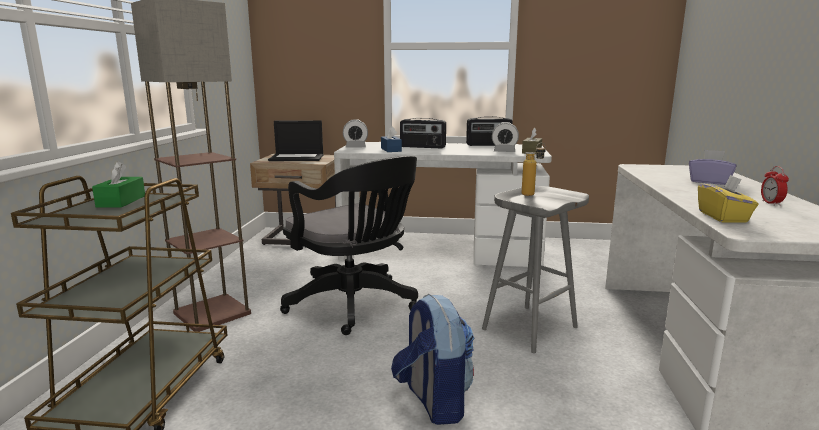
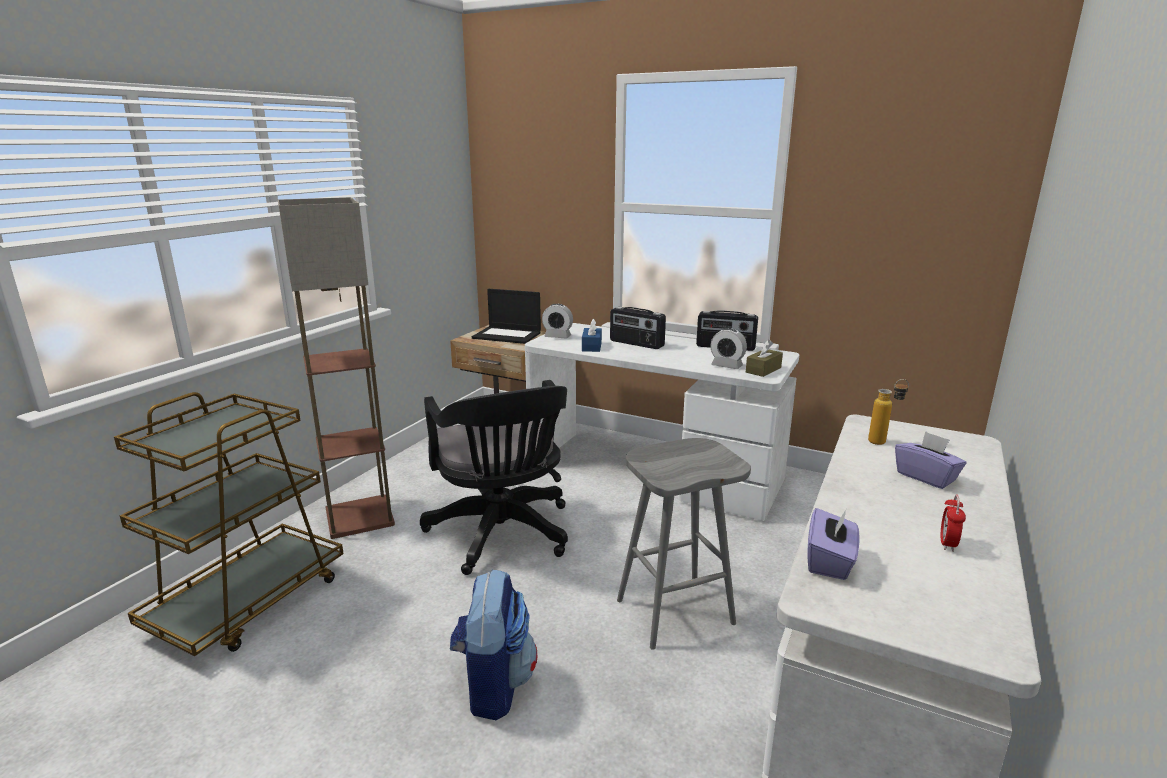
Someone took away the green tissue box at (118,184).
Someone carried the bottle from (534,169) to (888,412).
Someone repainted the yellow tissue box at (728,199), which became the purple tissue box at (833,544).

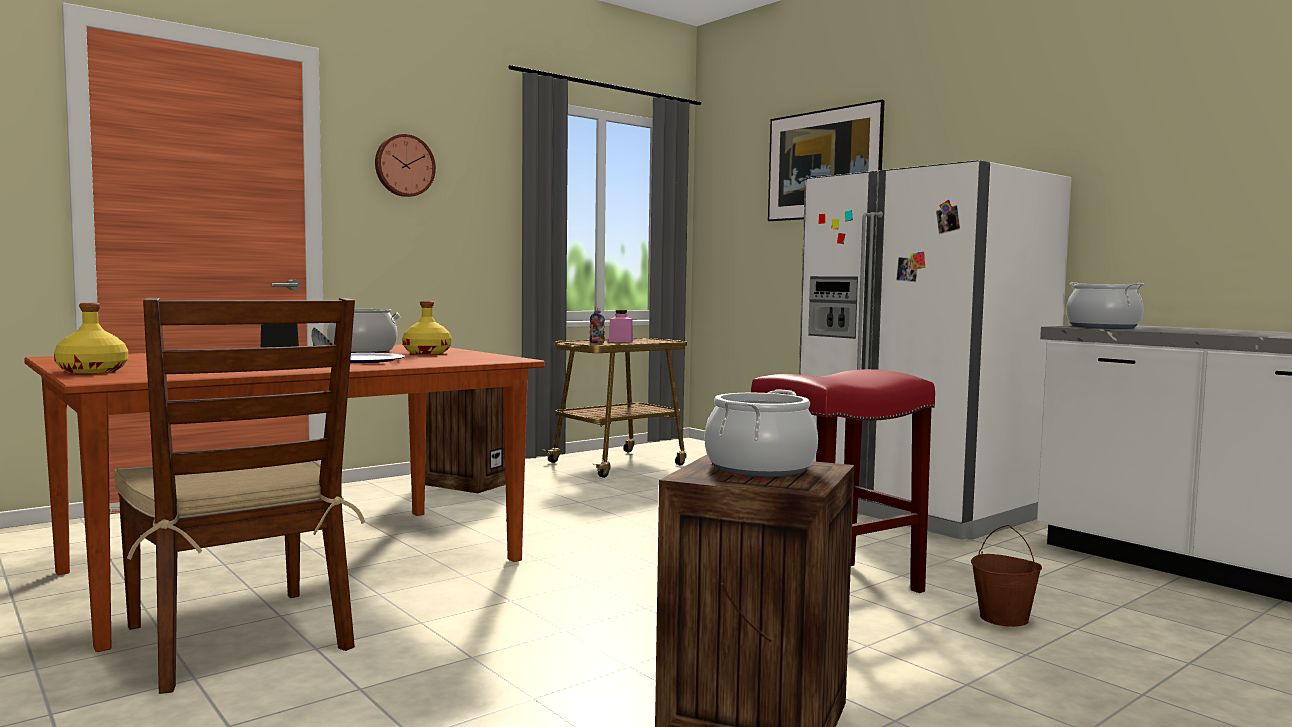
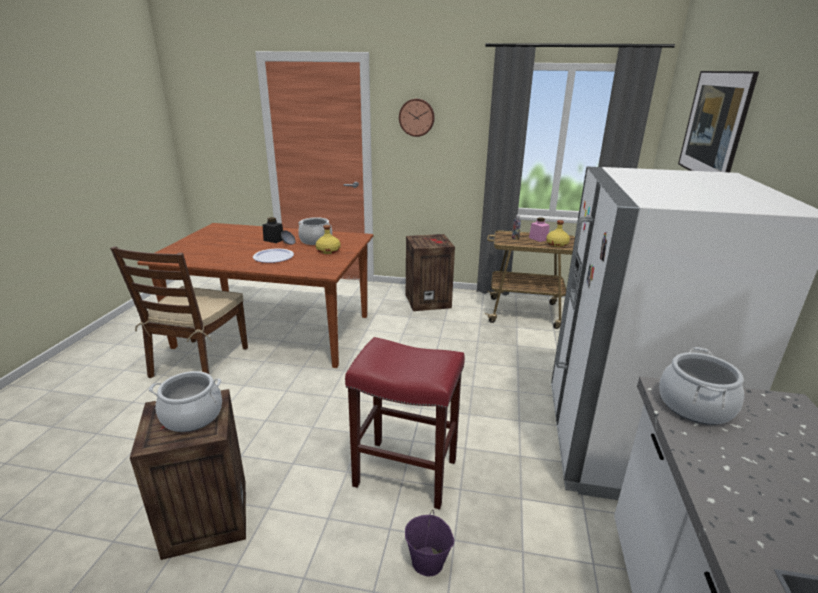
Someone carried the yellow bottle from (91,338) to (558,233).
Someone repainted the brown bucket at (1006,576), which became the purple bucket at (429,543).

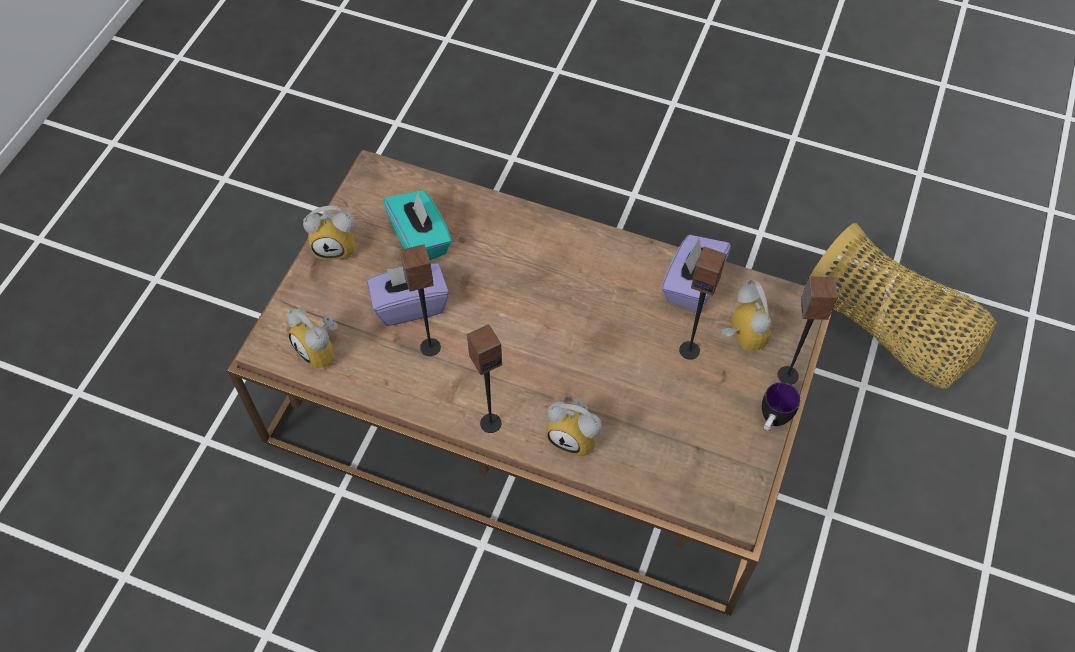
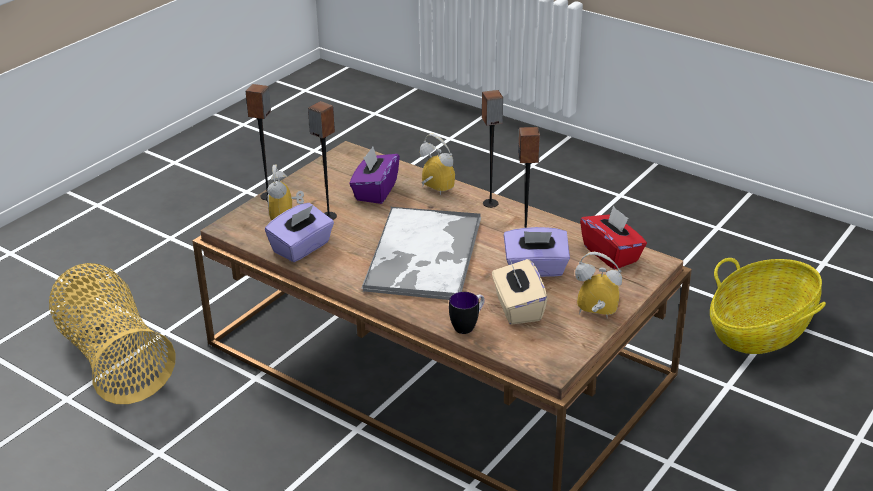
Someone swapped the alarm clock at (313,338) for the red tissue box at (613,237).
Someone repainted the turquoise tissue box at (417,225), which became the beige tissue box at (520,292).
Someone carried the mug from (781,406) to (467,313).
Someone put down the purple tissue box at (375,175).
Someone put down the tray at (421,253).
Someone put down the basket at (768,306).

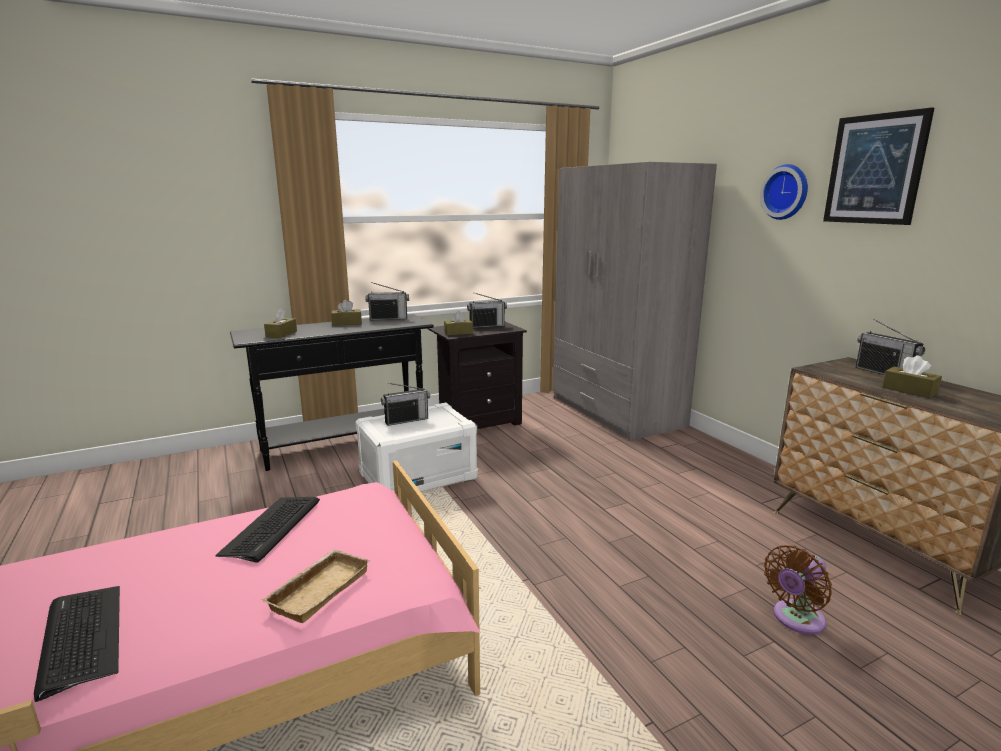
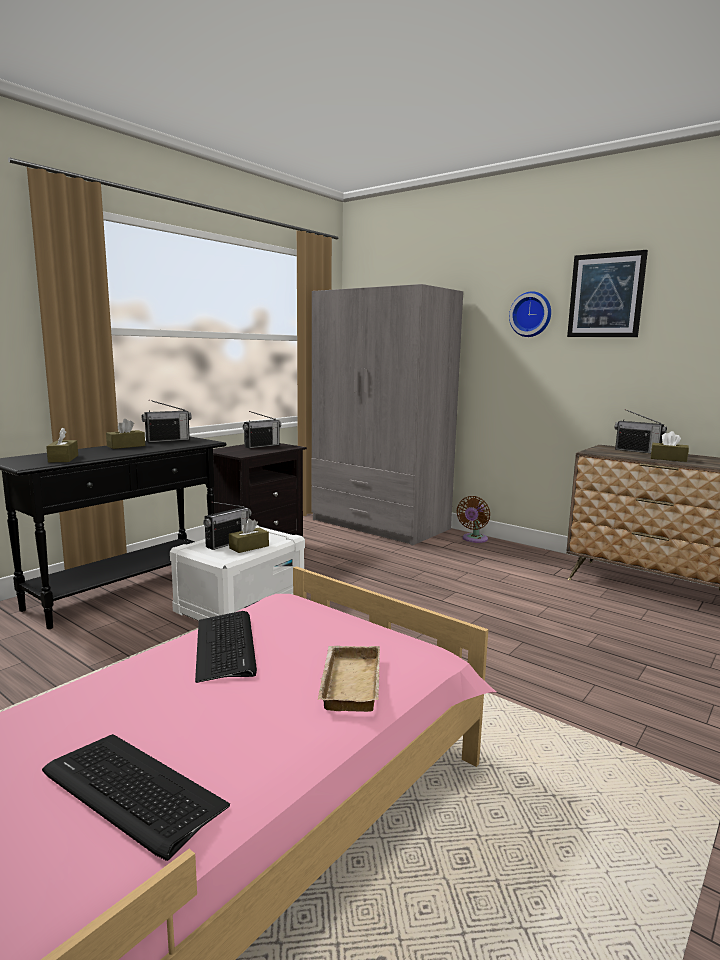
Someone carried the brown tissue box from (458,323) to (249,536).
Someone carried the brown fan from (798,590) to (473,519).

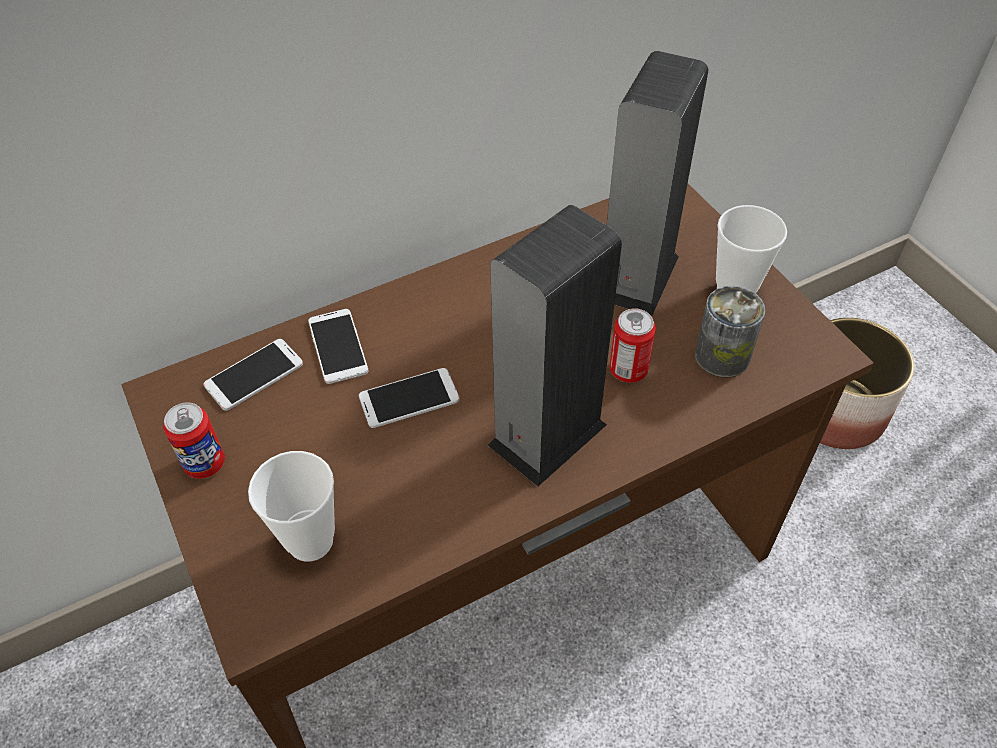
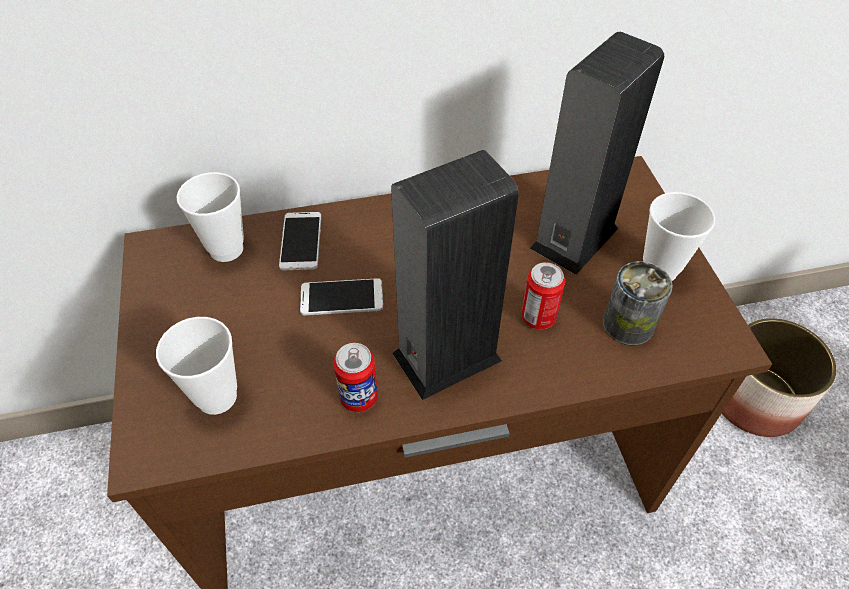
Someone carried the can from (194,440) to (355,377).
Someone swapped the phone at (253,375) for the cup at (210,217).

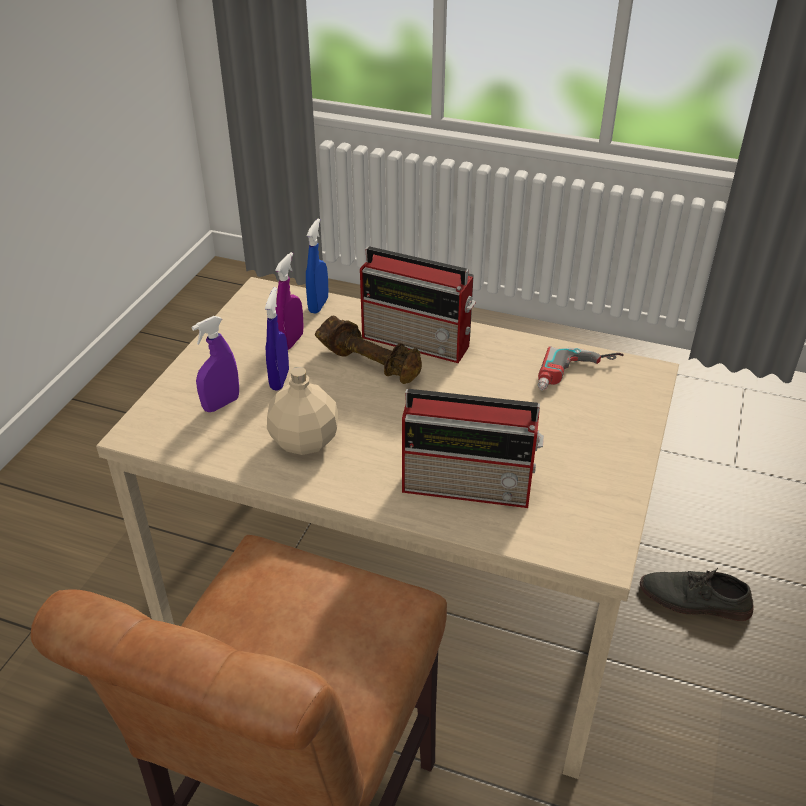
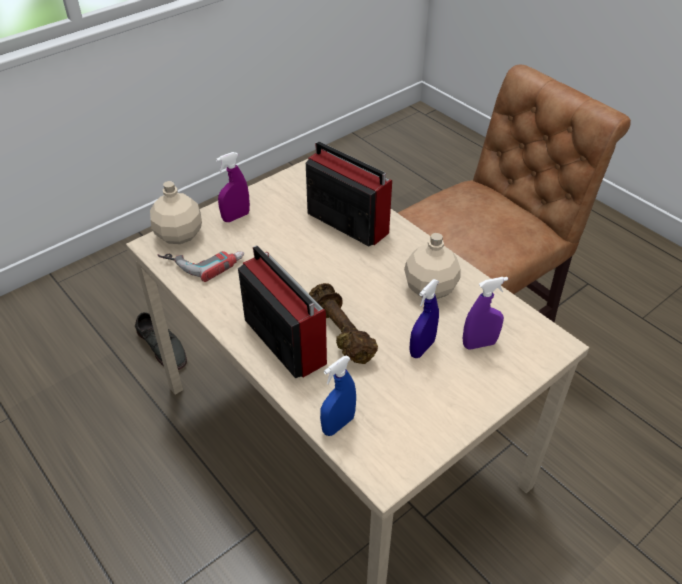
Someone carried the purple spray bottle from (289,301) to (233,187).
Someone put down the beige bottle at (176,212).

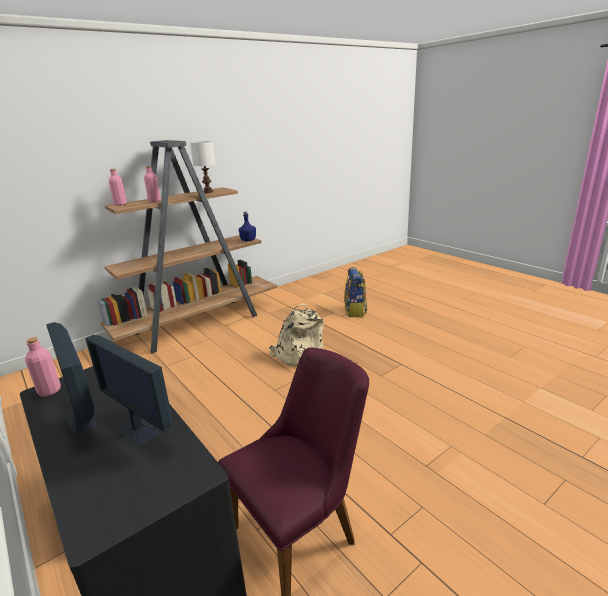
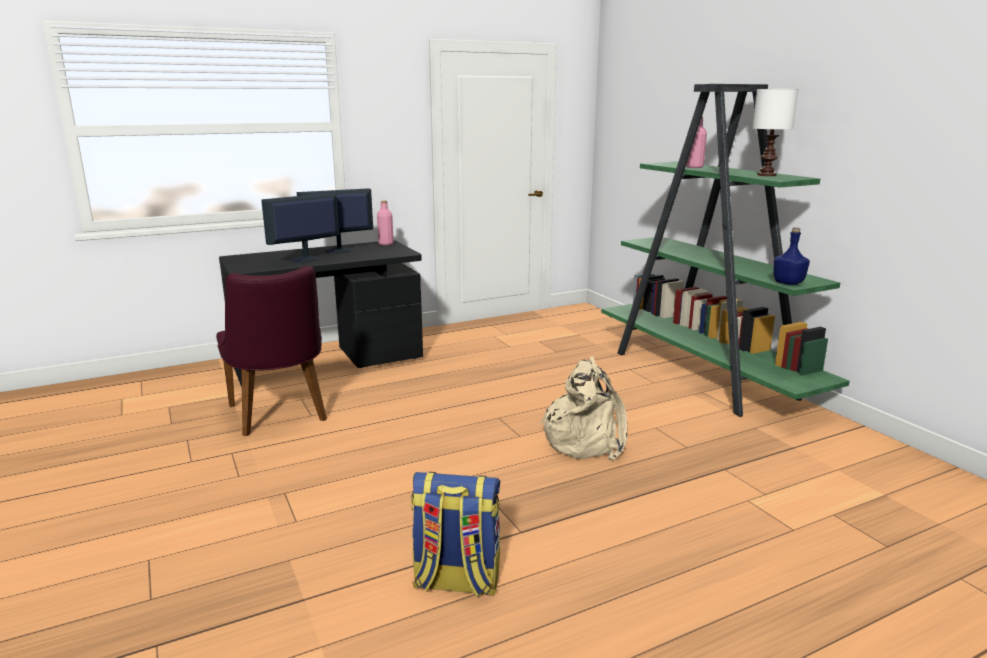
Someone repainted the brown bookcase at (187,247), which became the green bookcase at (725,250).
Someone took away the pink bottle at (118,187).
Someone carried the backpack from (356,292) to (455,534).

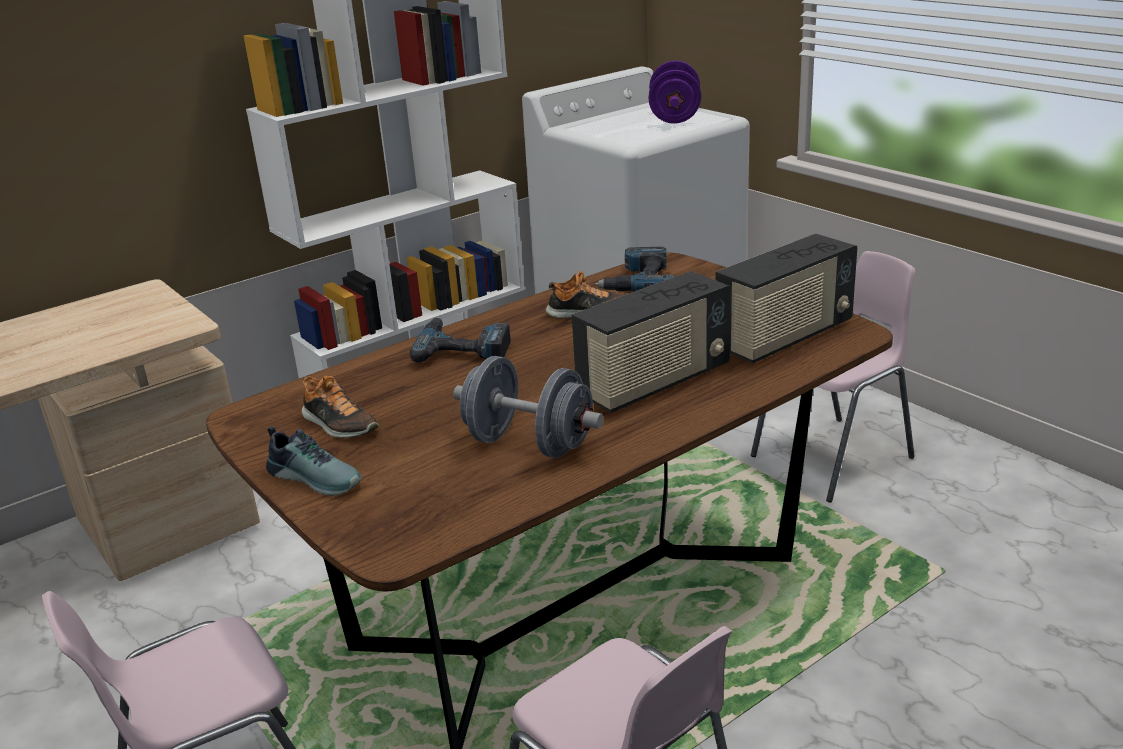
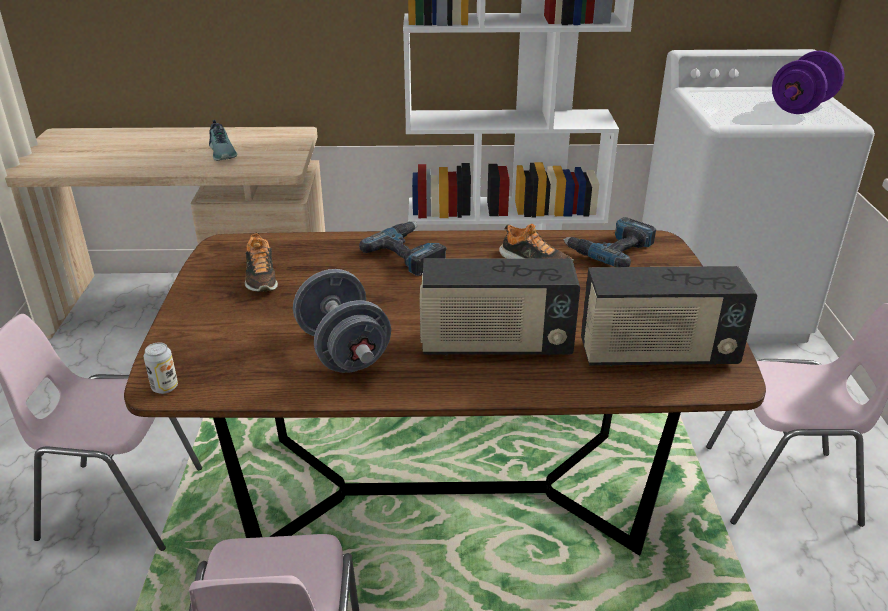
Someone carried the shoe from (314,461) to (223,140).
Someone put down the can at (161,368).

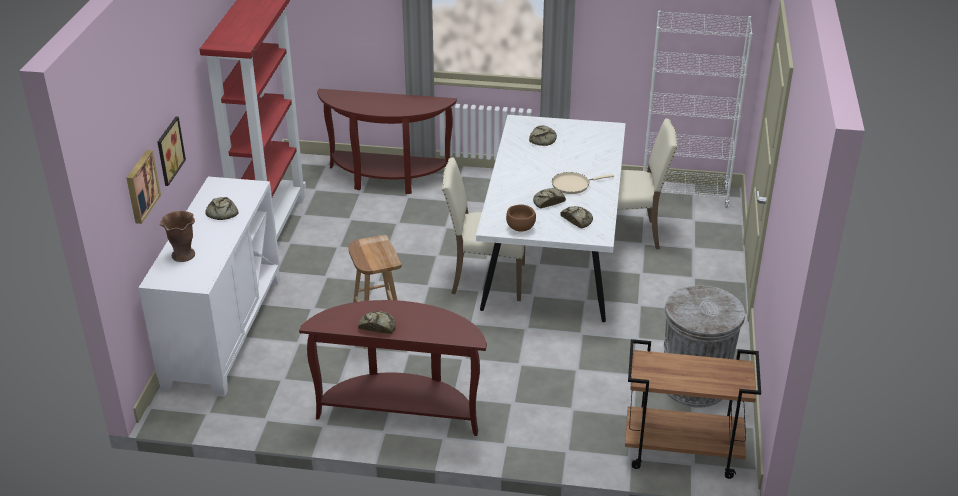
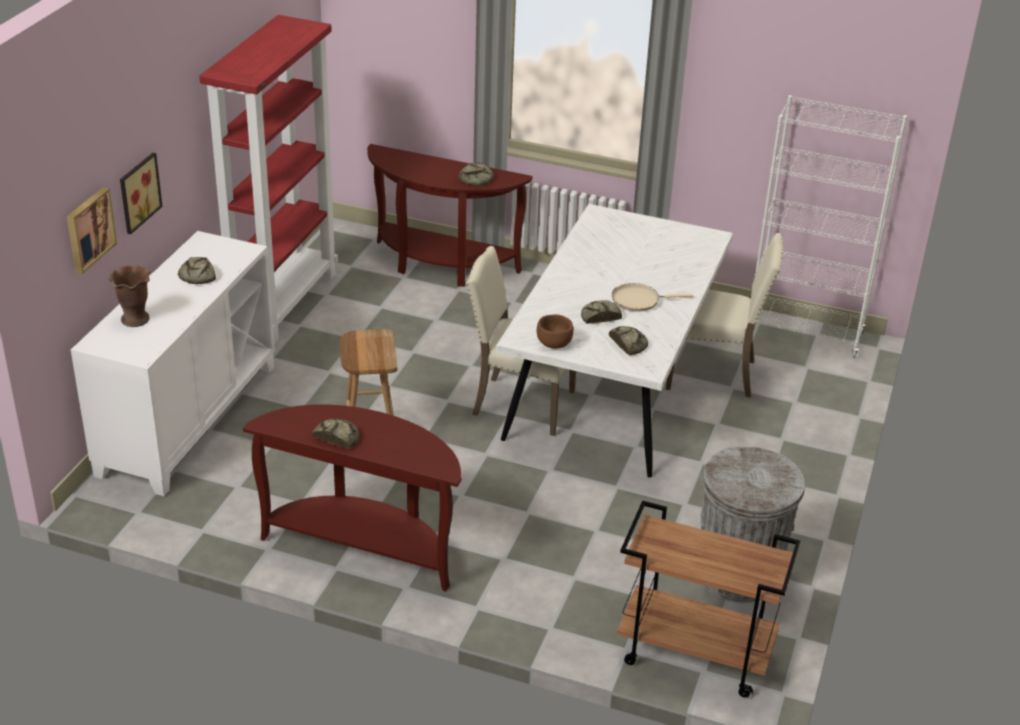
Someone carried the bread from (543,136) to (476,174).

